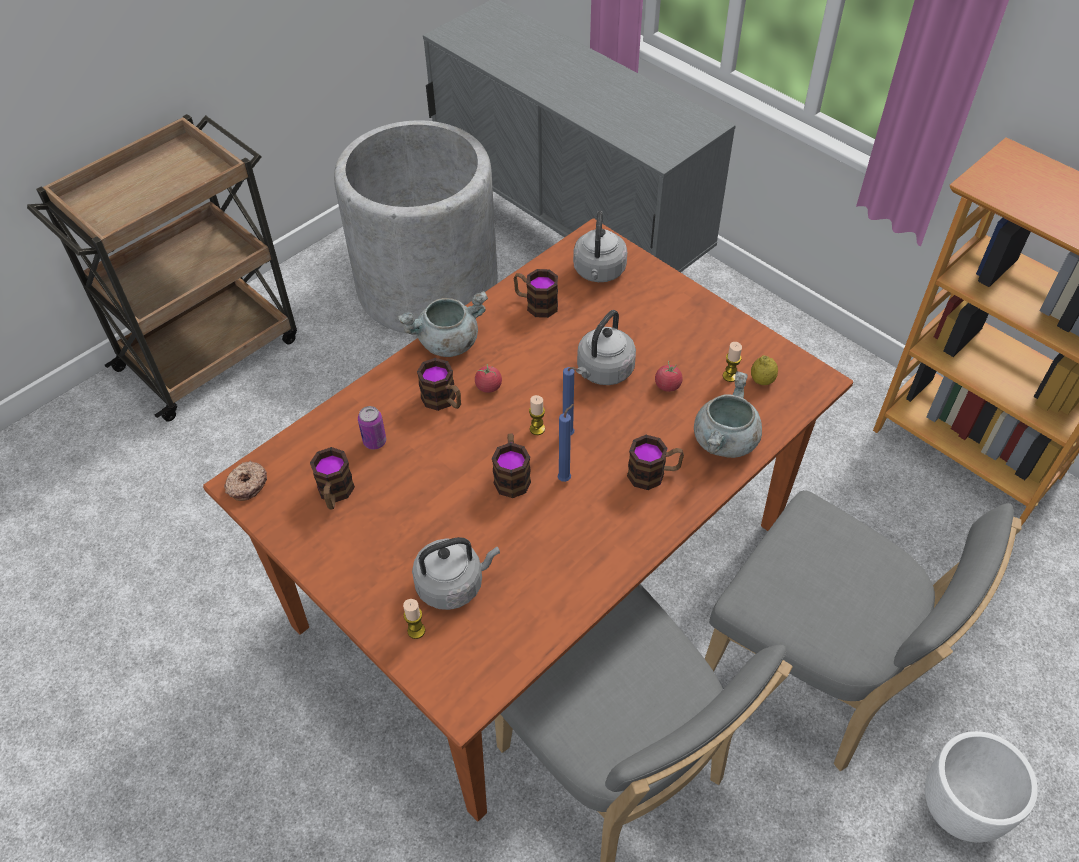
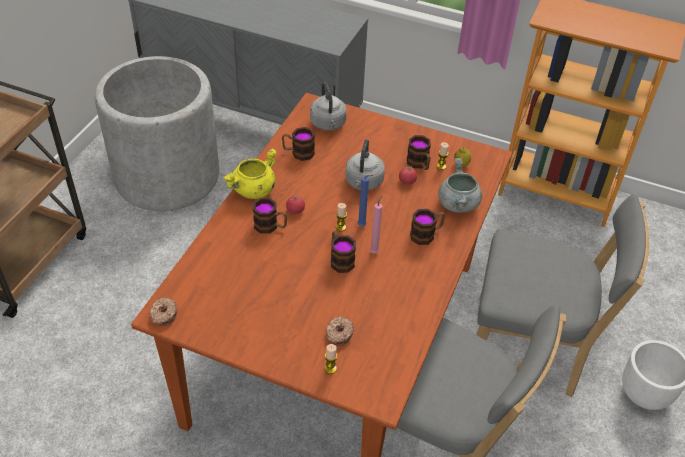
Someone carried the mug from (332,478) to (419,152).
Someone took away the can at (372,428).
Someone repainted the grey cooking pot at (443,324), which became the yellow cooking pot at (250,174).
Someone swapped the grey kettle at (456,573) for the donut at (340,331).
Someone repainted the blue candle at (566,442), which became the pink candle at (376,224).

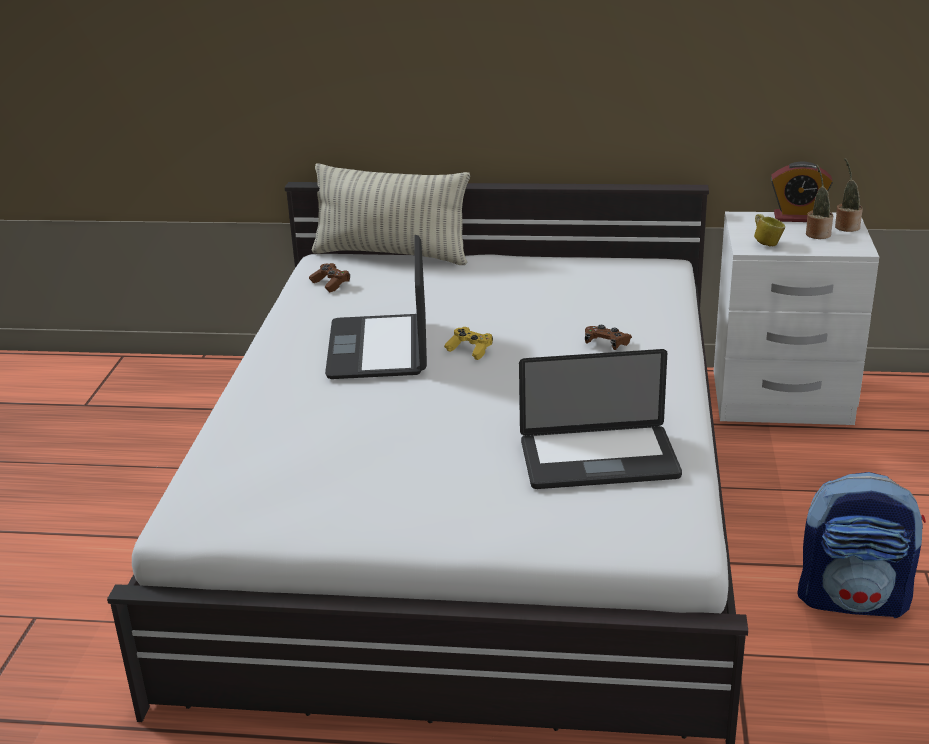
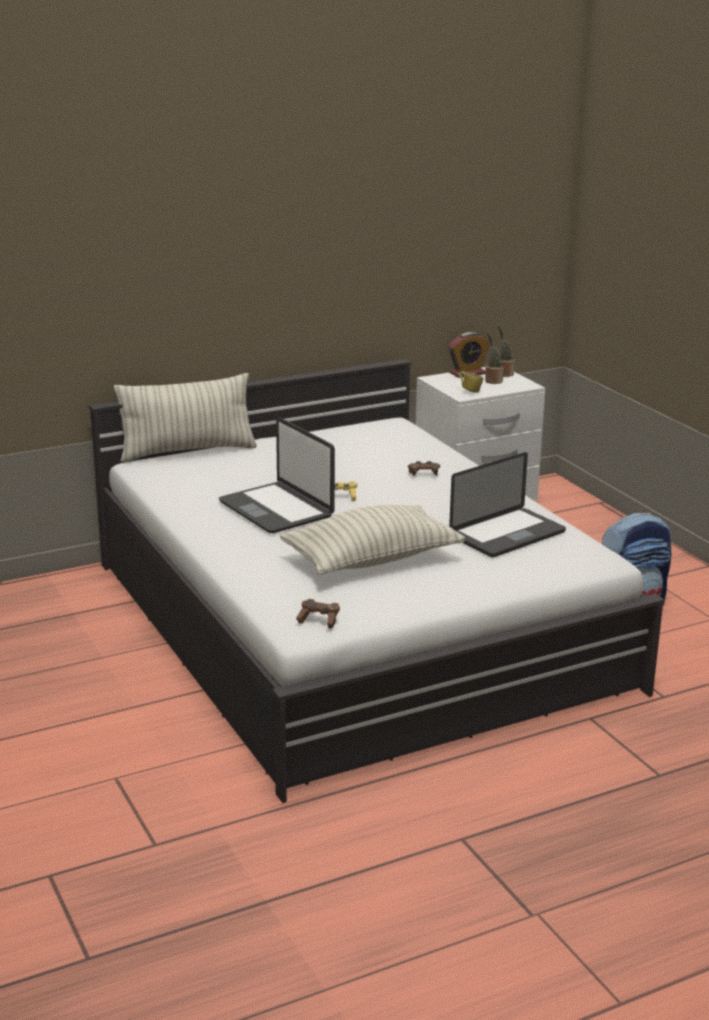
Someone carried the brown game controller from (329,277) to (318,614).
Someone put down the pillow at (372,540).

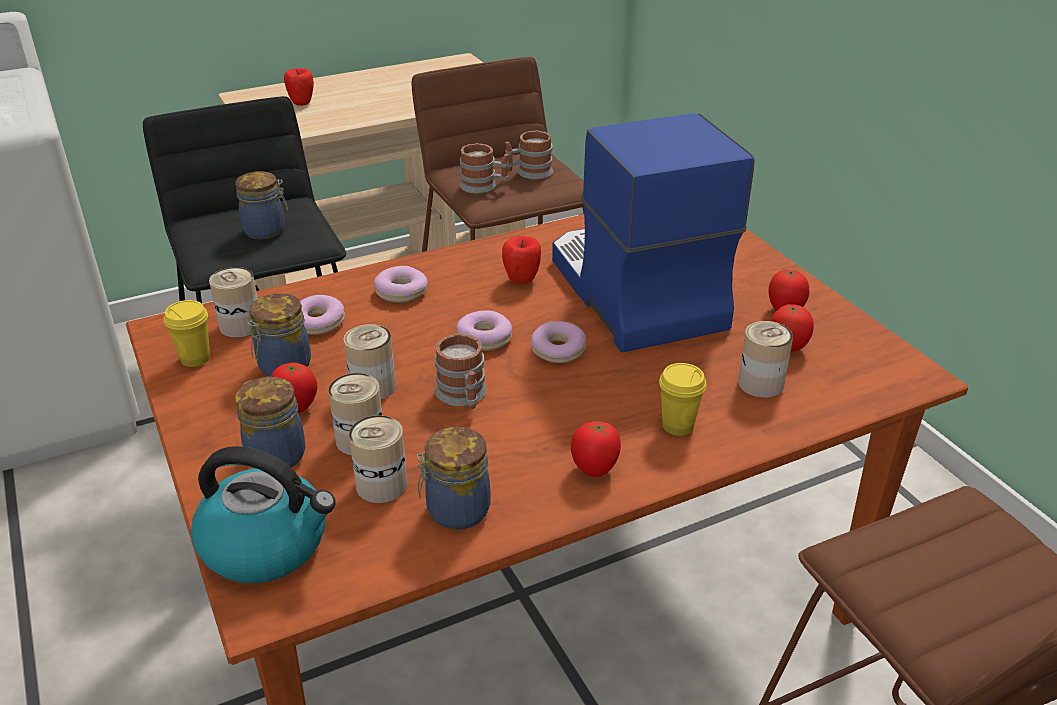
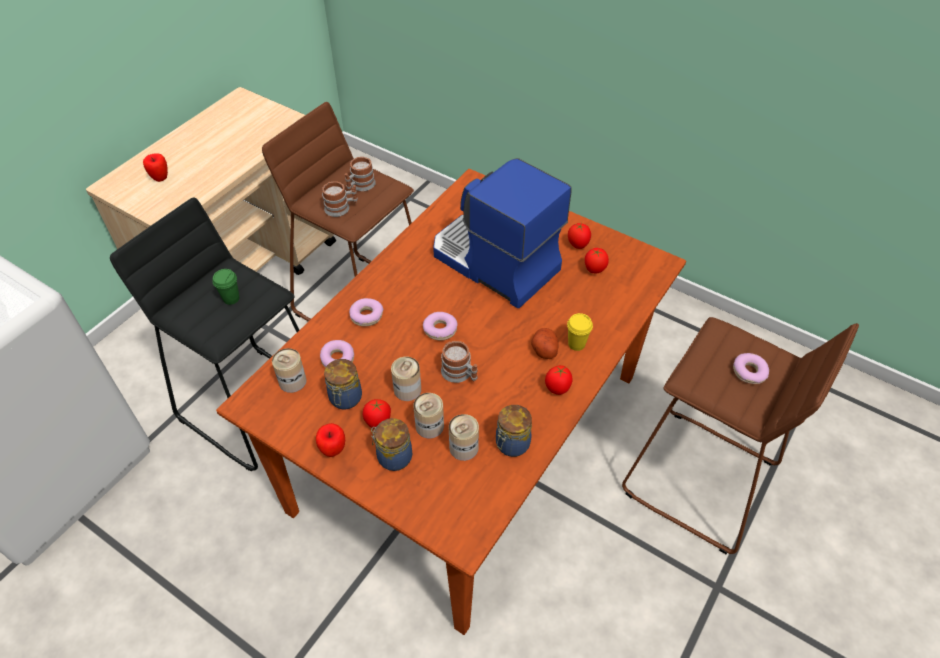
Someone took away the yellow cup at (187,333).
Someone took away the kettle at (263,514).
Someone swapped the jar at (261,205) for the green cup at (226,287).
Someone carried the apple from (521,260) to (330,440).
Someone carried the donut from (558,342) to (751,368).
Someone took away the can at (765,359).
Someone put down the potato at (545,343).

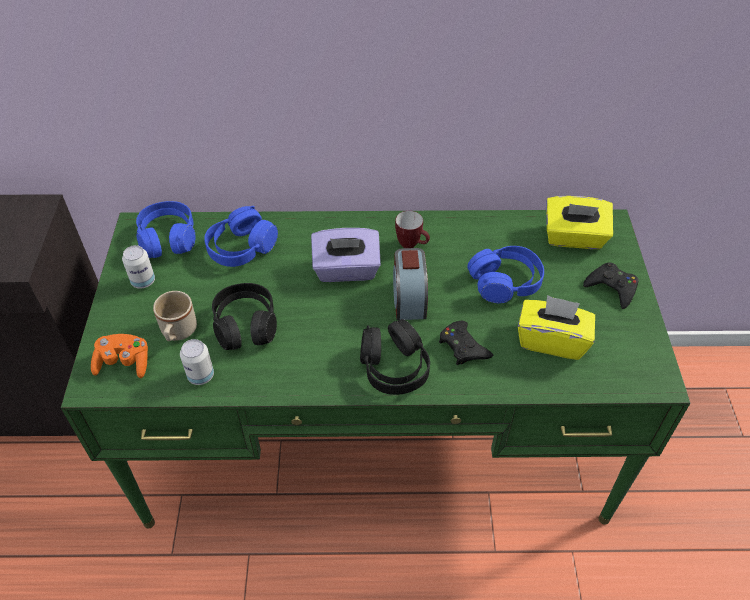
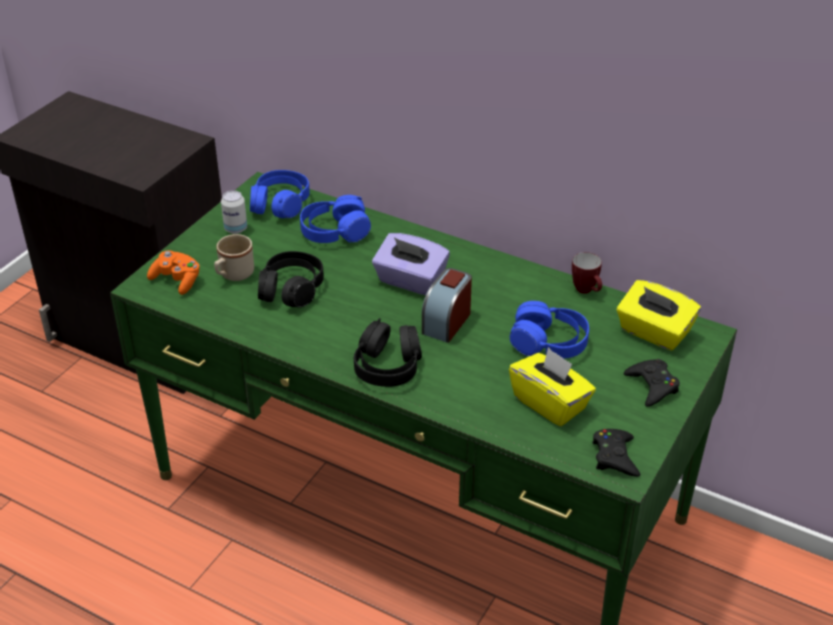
Someone took away the can at (197,362).
Someone carried the mug from (412,229) to (587,273).
Someone carried the black game controller from (466,343) to (616,453).

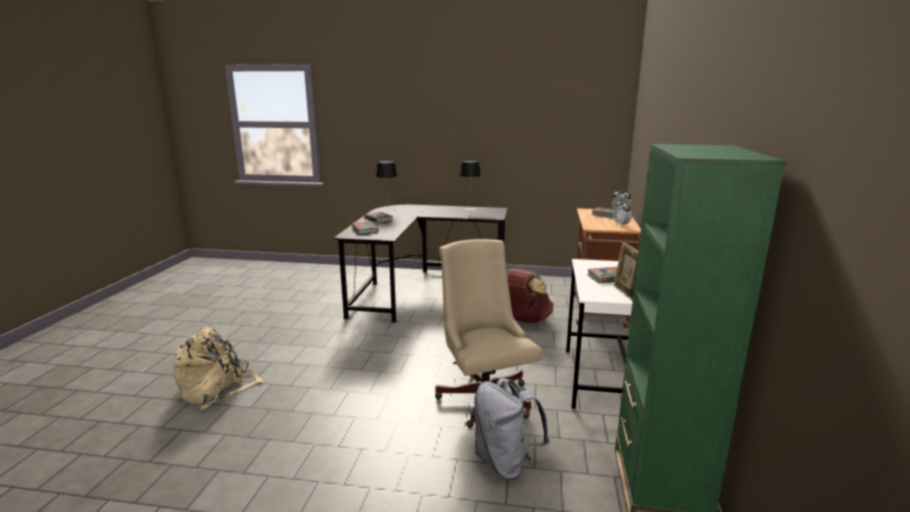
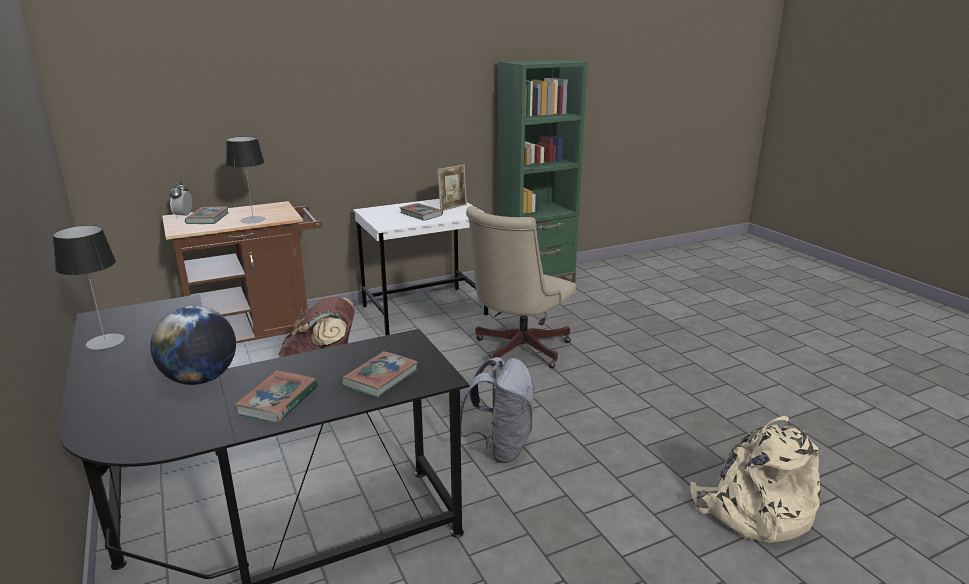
Someone carried the table lamp from (386,186) to (246,180).
Someone carried the grey backpack from (511,429) to (497,410).
Someone took away the alarm clock at (622,212).
Someone put down the globe at (193,345).

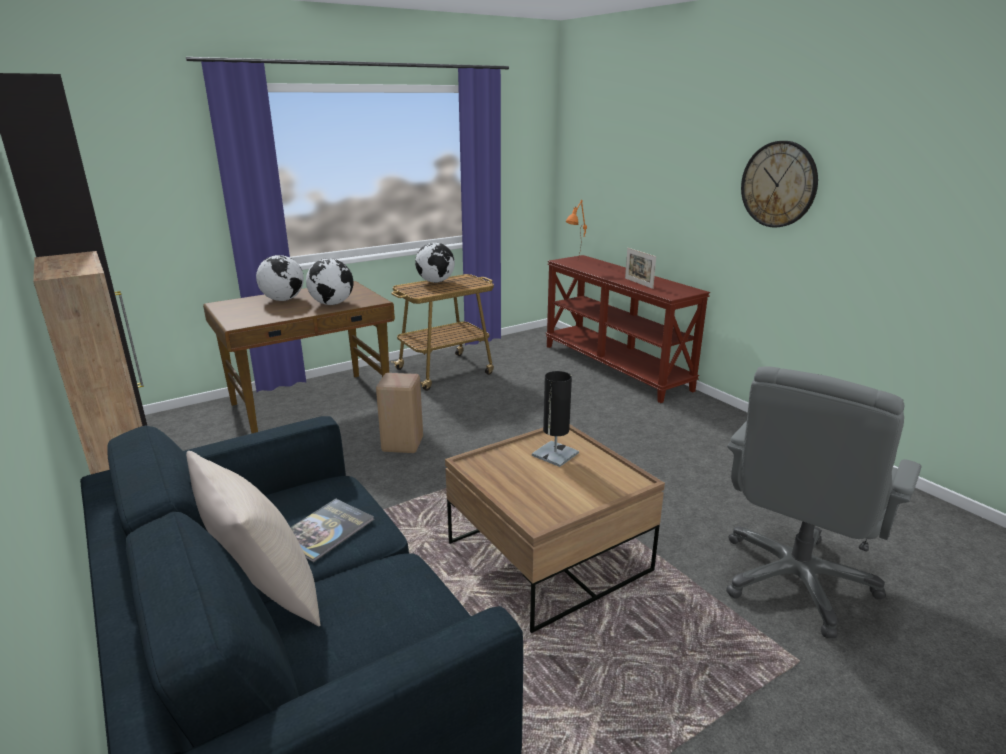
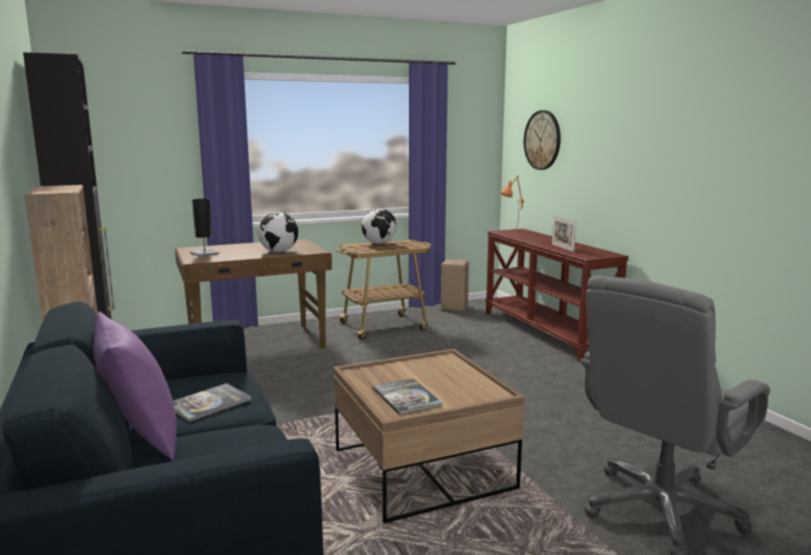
Someone repainted the beige pillow at (253,538), which became the purple pillow at (135,386).
Someone took away the globe at (280,278).
Someone carried the beige stool from (399,413) to (455,285).
Someone carried the black table lamp from (555,419) to (205,227).
Someone carried the wall clock from (779,184) to (542,140).
Someone put down the book at (407,396).

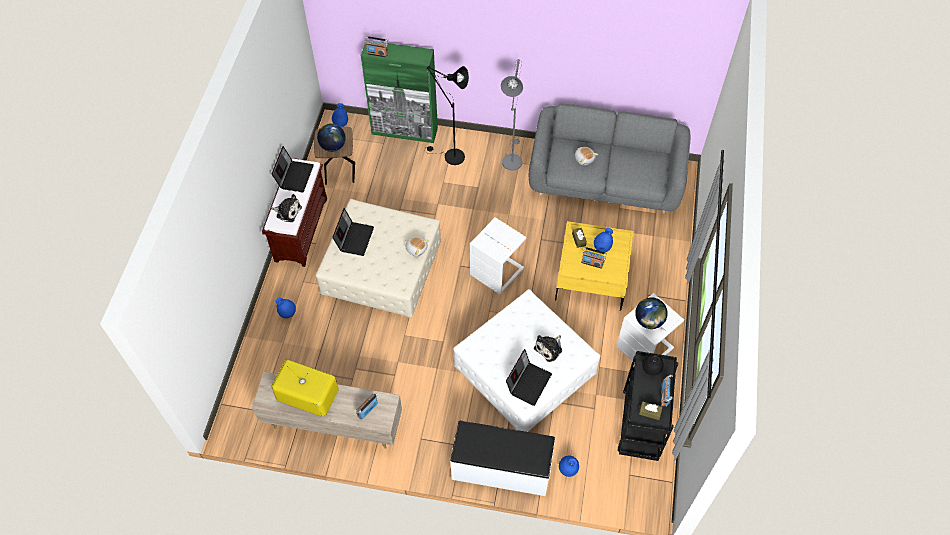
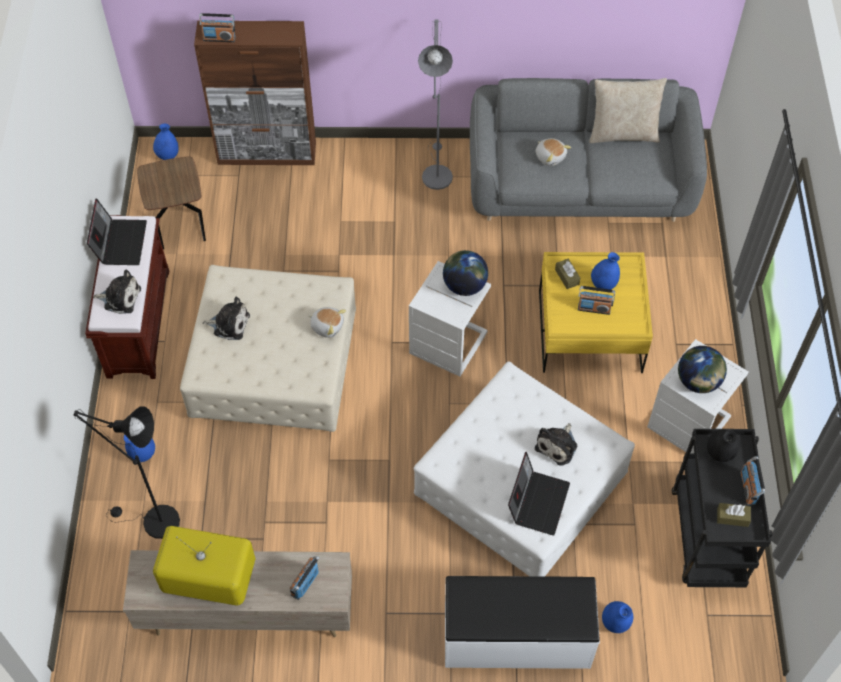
Someone carried the globe from (331,137) to (465,273).
Someone swapped the laptop at (353,232) for the plush toy at (226,318).
Someone repainted the green cabinet at (399,92), which became the brown cabinet at (255,93).
Someone carried the black floor lamp from (446,115) to (126,472).
Someone put down the beige pillow at (628,110).

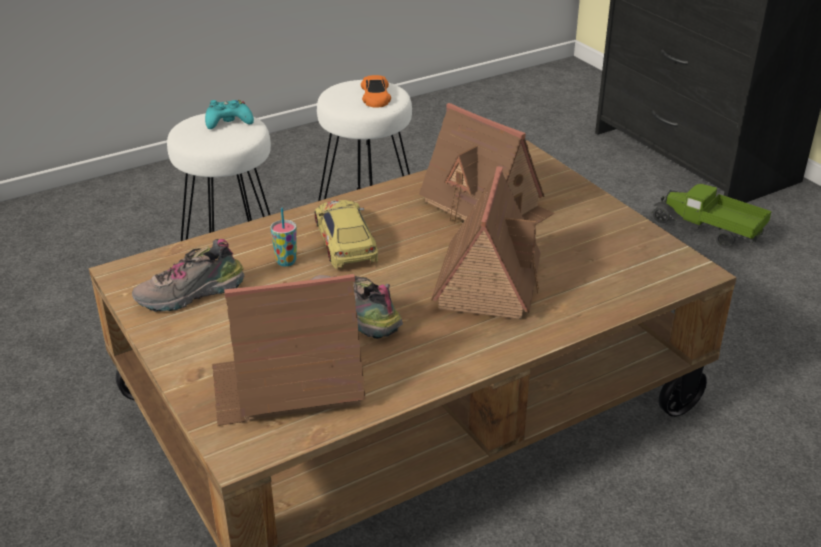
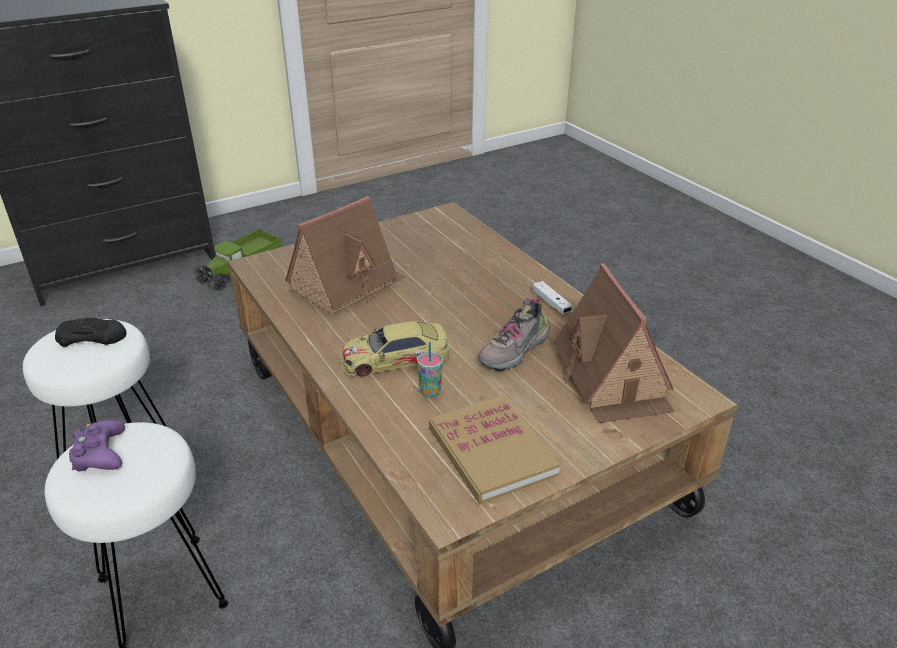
Someone swapped the shoe at (188,275) for the book at (494,449).
Someone repainted the turquoise game controller at (229,114), which became the purple game controller at (97,445).
Someone repainted the orange toy car at (376,91), which became the black toy car at (91,332).
Someone took away the toy house at (486,243).
Someone put down the white game controller at (552,297).

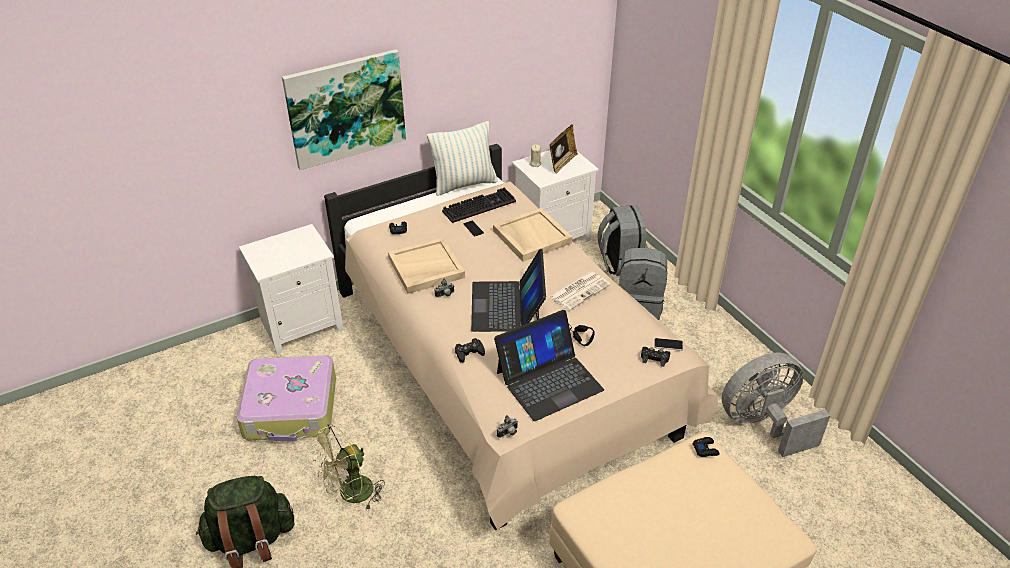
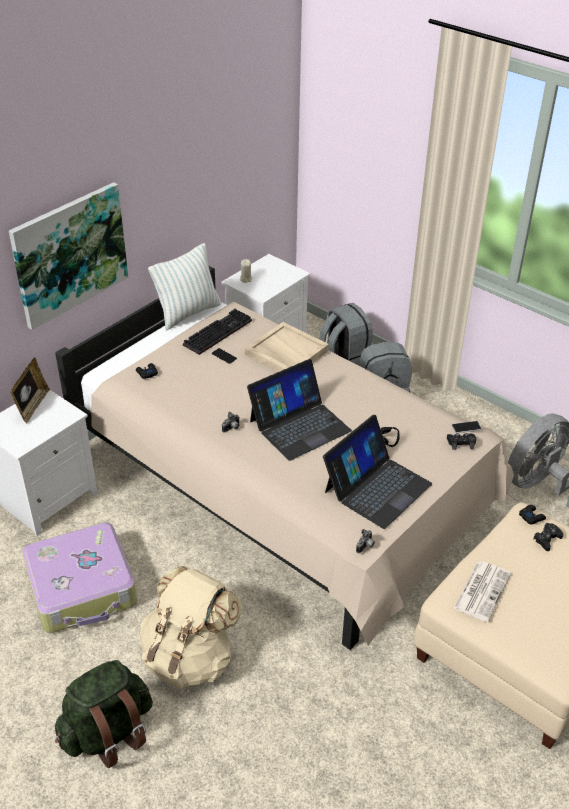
Someone swapped the green fan at (347,467) for the beige backpack at (191,627).
Someone took away the beige tray at (426,266).
Someone carried the black game controller from (470,350) to (548,537).
Someone rotated the laptop at (508,290) by 105 degrees counterclockwise.
Someone carried the newspaper from (580,291) to (482,591).
Someone carried the picture frame from (564,149) to (30,391).

